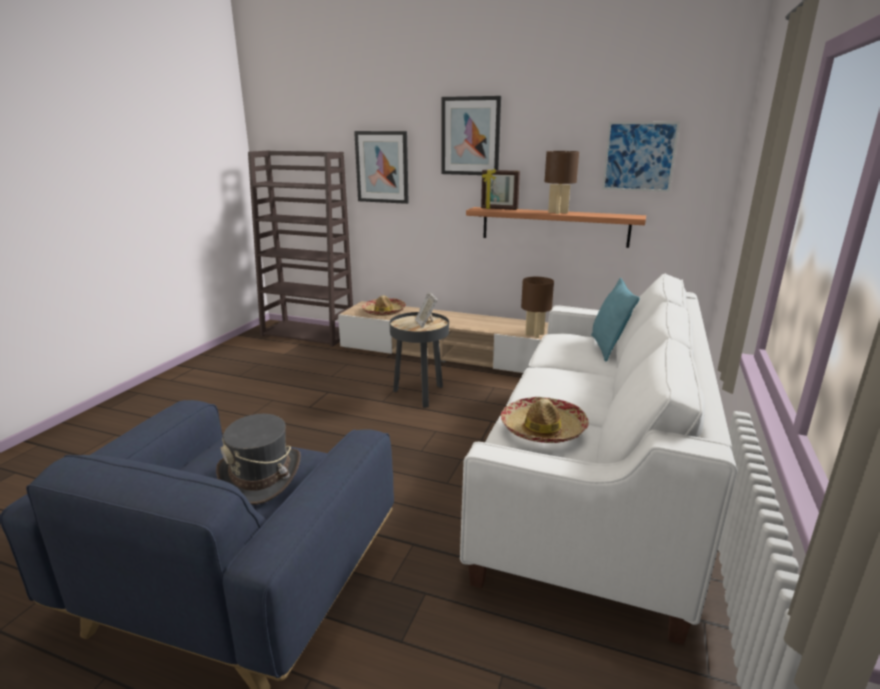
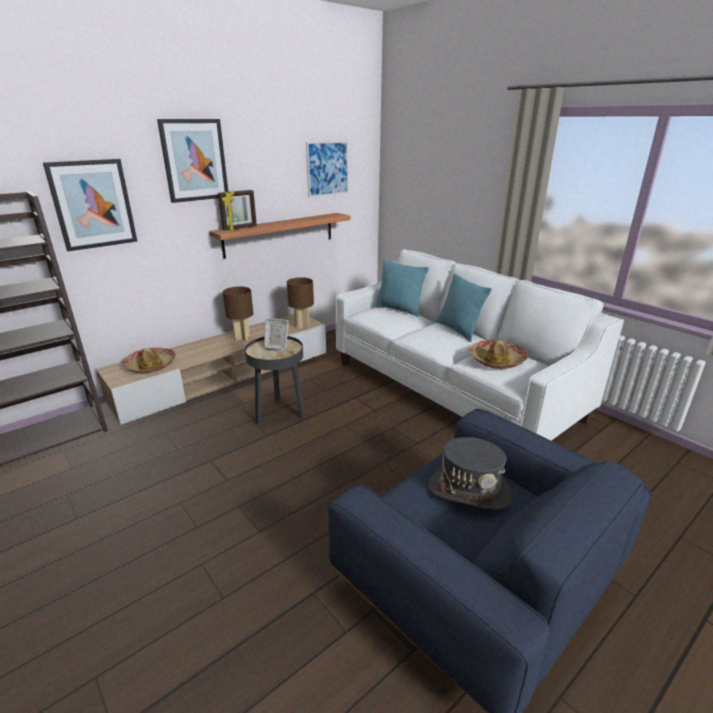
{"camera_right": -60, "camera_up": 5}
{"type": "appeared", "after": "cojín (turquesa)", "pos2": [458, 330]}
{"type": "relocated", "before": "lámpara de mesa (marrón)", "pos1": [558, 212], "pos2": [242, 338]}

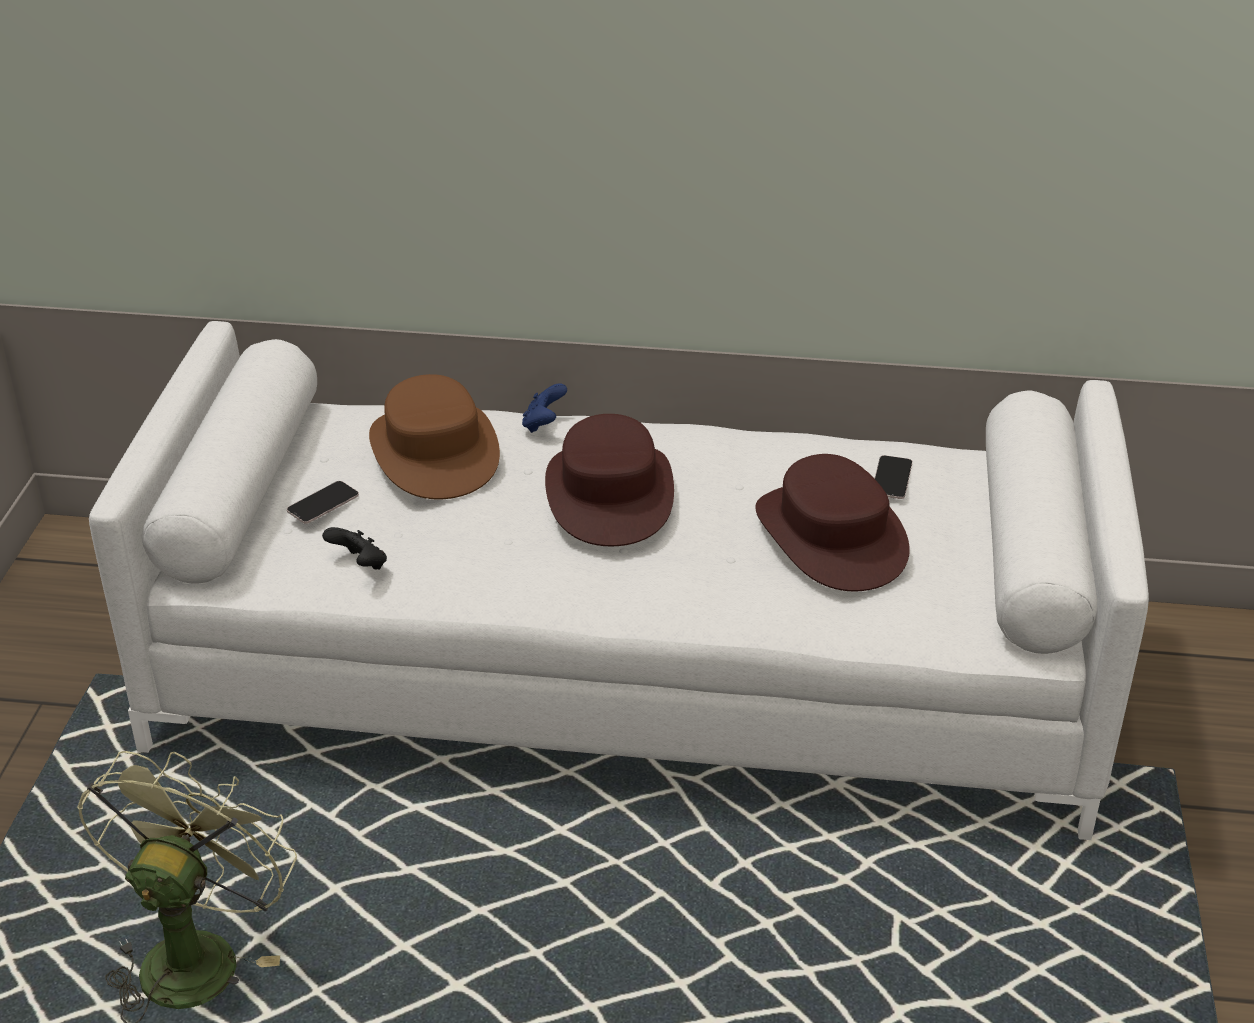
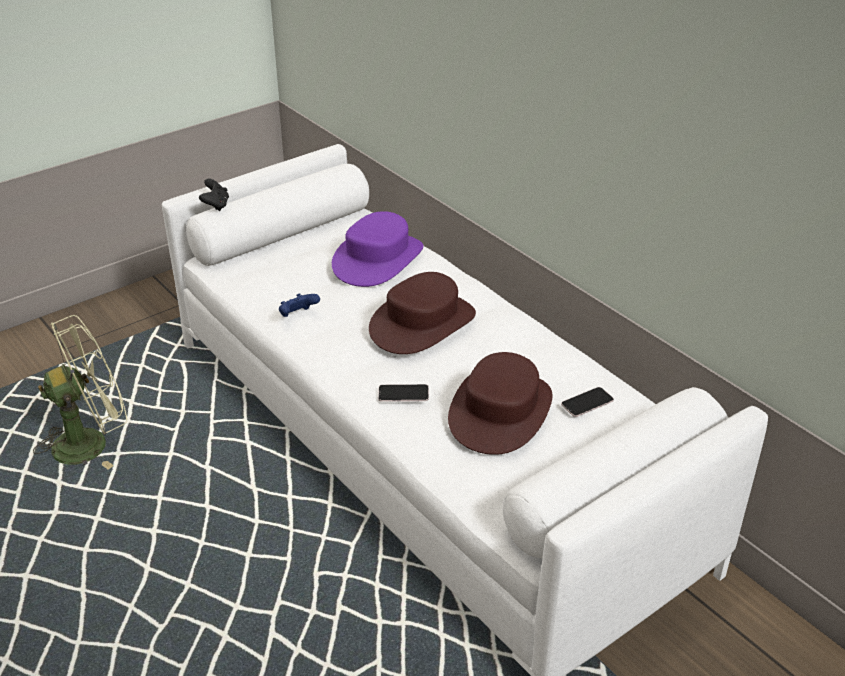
{"camera_right": 45, "camera_up": 0}
{"type": "relocated", "before": "móvil", "pos1": [323, 503], "pos2": [403, 394]}
{"type": "relocated", "before": "mando de consola (negro)", "pos1": [359, 565], "pos2": [216, 205]}
{"type": "relocated", "before": "mando de consola (azul)", "pos1": [543, 424], "pos2": [298, 315]}
{"type": "colour", "before": "sombrero (marrón)", "after": "sombrero (morado)", "pos1": [434, 451], "pos2": [377, 259]}

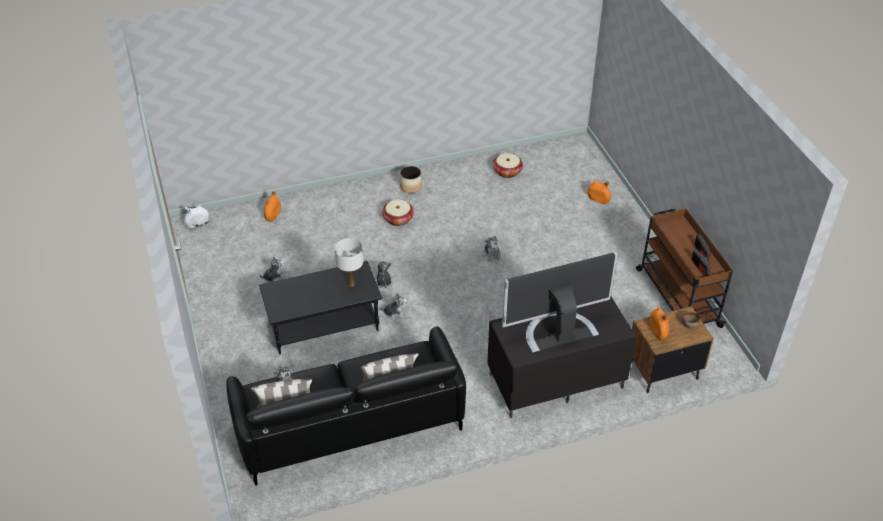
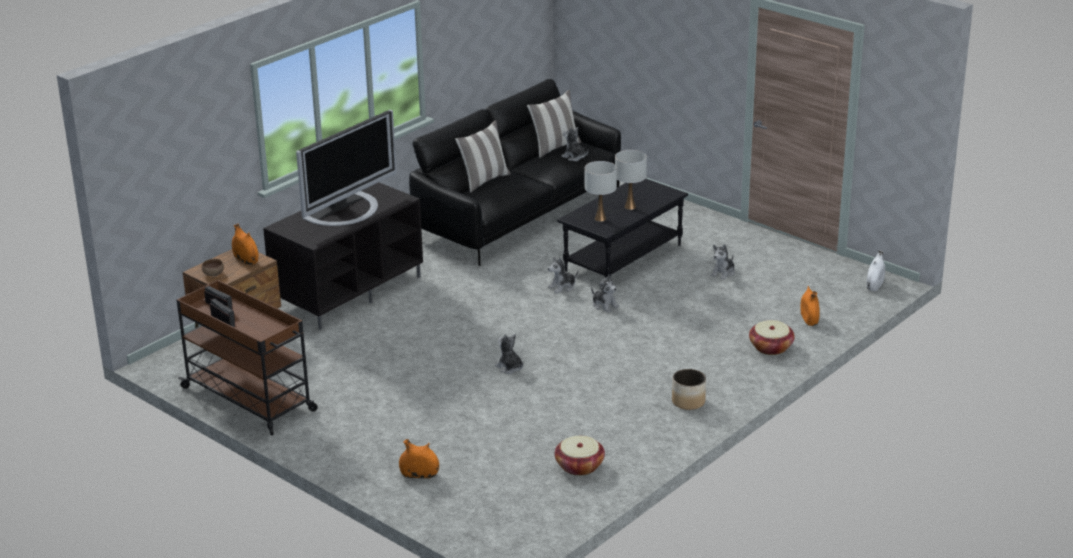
{"camera_right": 150, "camera_up": -15}
{"type": "appeared", "after": "lámpara de mesa (blanco)", "pos2": [630, 207]}
{"type": "relocated", "before": "cesta", "pos1": [398, 219], "pos2": [771, 347]}

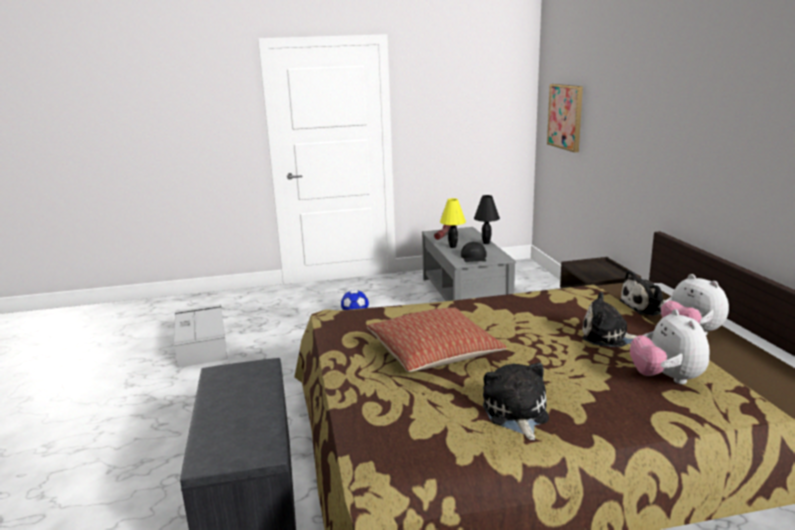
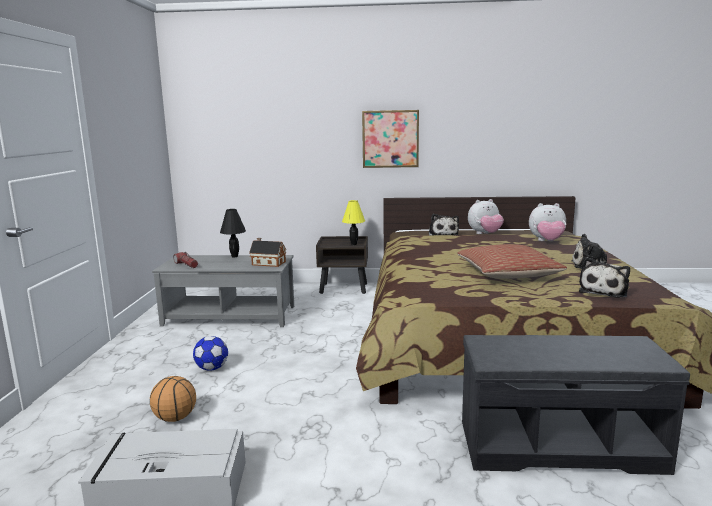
{"camera_right": -75, "camera_up": -5}
{"type": "appeared", "after": "balón de baloncesto", "pos2": [175, 418]}
{"type": "relocated", "before": "lámpara de mesa (amarillo)", "pos1": [452, 247], "pos2": [353, 244]}
{"type": "relocated", "before": "cuadro", "pos1": [565, 116], "pos2": [390, 139]}
{"type": "relocated", "before": "peluche", "pos1": [608, 337], "pos2": [604, 291]}
{"type": "exchanged", "before": "gorra (negro)", "after": "casita", "pos1": [474, 257], "pos2": [267, 263]}

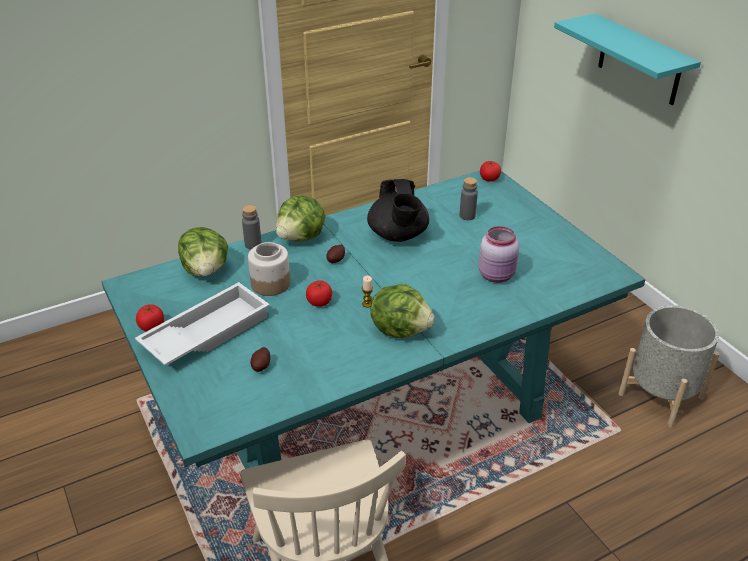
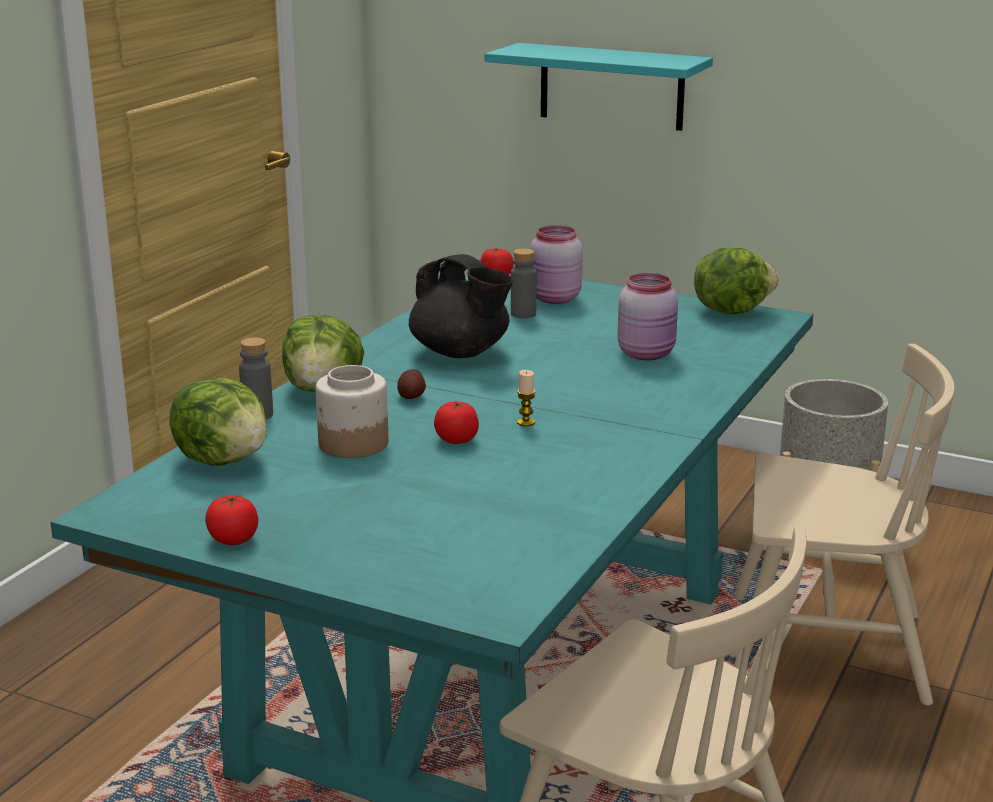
{"camera_right": -35, "camera_up": -15}
{"type": "missing", "before": "bandeja (blanco)", "pos1": [206, 332]}
{"type": "missing", "before": "patata", "pos1": [261, 366]}
{"type": "appeared", "after": "tarro (rosa)", "pos2": [554, 299]}
{"type": "appeared", "after": "silla (beis)", "pos2": [825, 649]}
{"type": "relocated", "before": "lechuga", "pos1": [400, 329], "pos2": [730, 310]}

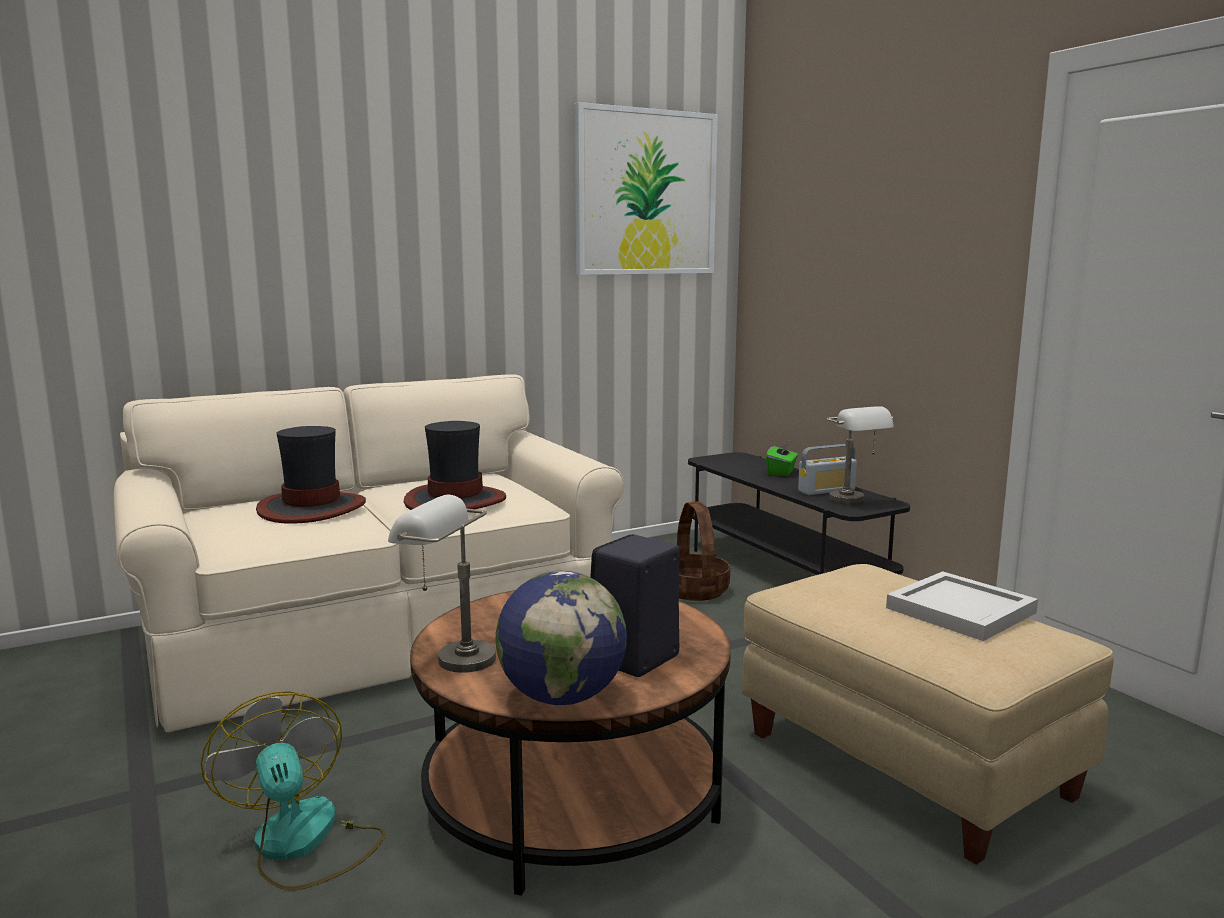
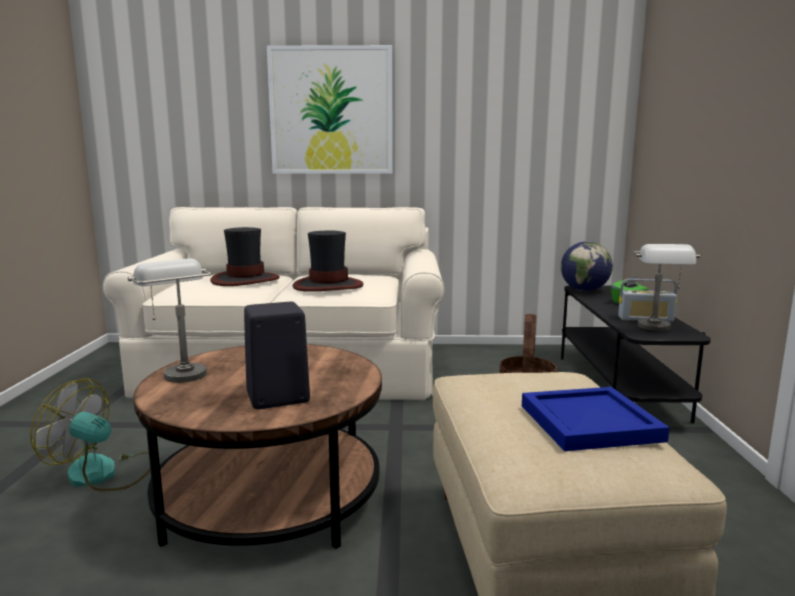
{"camera_right": 30, "camera_up": 0}
{"type": "relocated", "before": "globo terráqueo", "pos1": [562, 697], "pos2": [584, 290]}
{"type": "relocated", "before": "cuadro", "pos1": [646, 193], "pos2": [331, 111]}
{"type": "colour", "before": "bandeja (blanco)", "after": "bandeja (azul)", "pos1": [960, 609], "pos2": [590, 422]}
{"type": "spun", "before": "ventilador", "pos1": [302, 844], "pos2": [103, 474], "turn": -75}

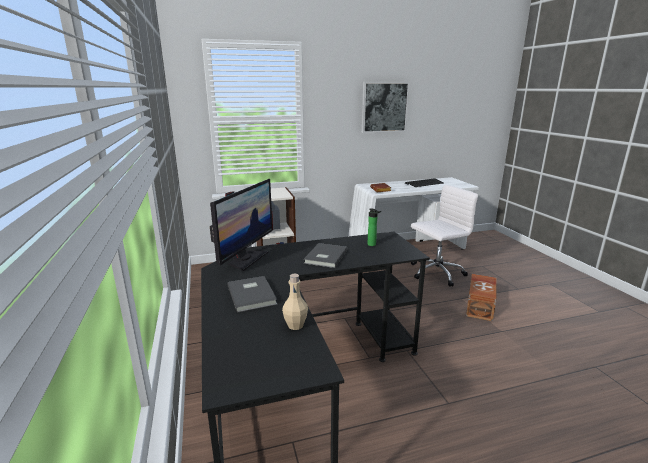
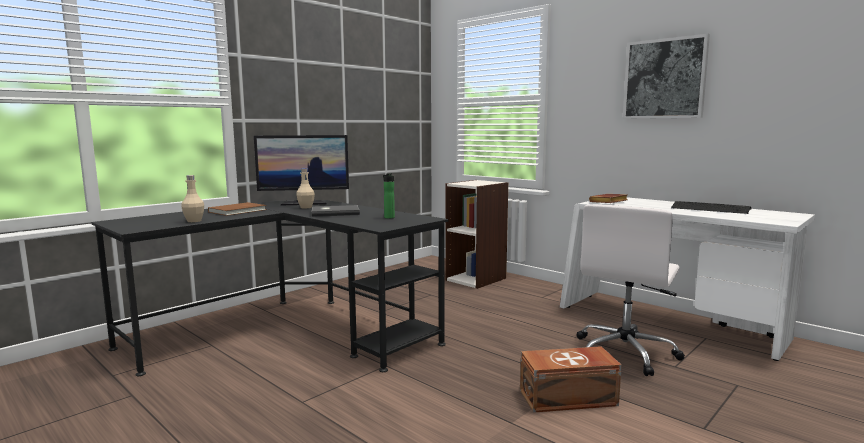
{"camera_right": 60, "camera_up": -10}
{"type": "appeared", "after": "botella (beis)", "pos2": [306, 207]}
{"type": "colour", "before": "libro (gris)", "after": "libro (marrón)", "pos1": [253, 294], "pos2": [239, 211]}
{"type": "spun", "before": "silla de oficina (blanco)", "pos1": [435, 273], "pos2": [625, 352], "turn": 90}

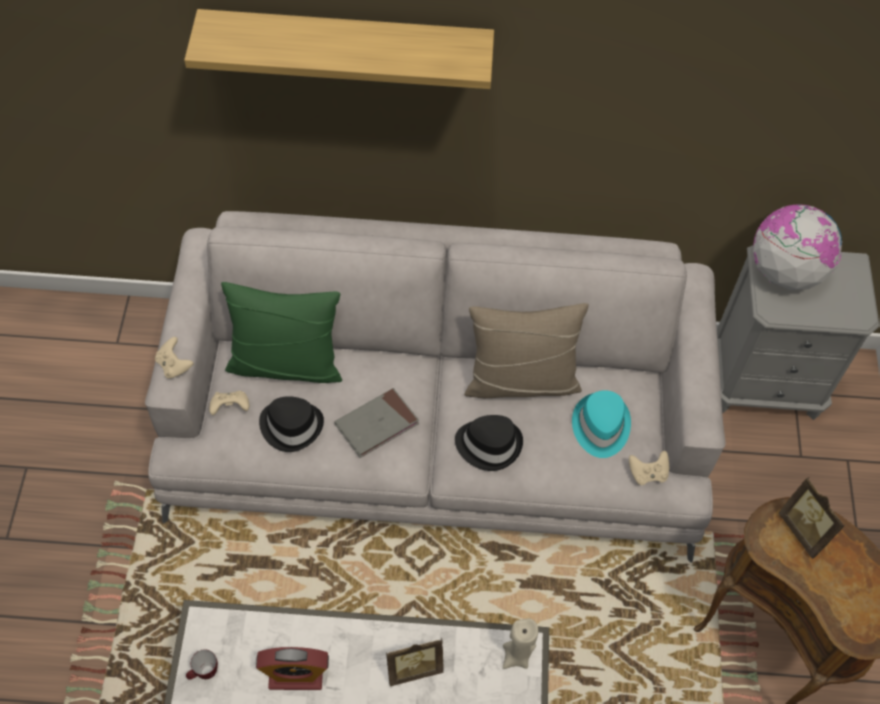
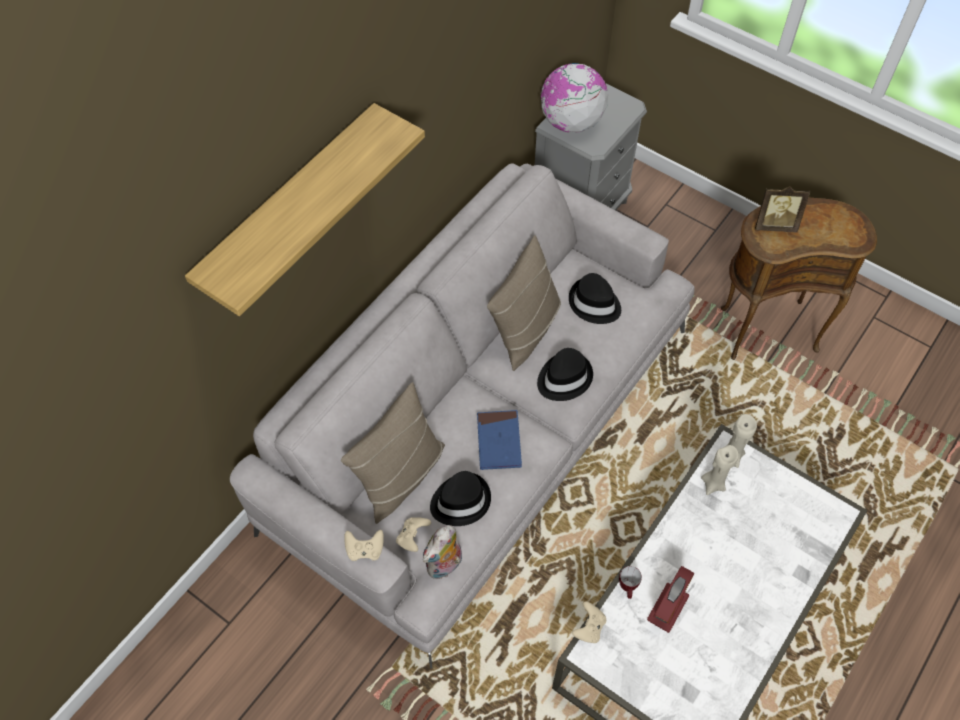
{"camera_right": -55, "camera_up": 0}
{"type": "missing", "before": "portarretratos", "pos1": [413, 667]}
{"type": "appeared", "after": "peluche", "pos2": [445, 566]}
{"type": "appeared", "after": "vela (beis)", "pos2": [713, 483]}
{"type": "relocated", "before": "taza grande", "pos1": [204, 674], "pos2": [628, 588]}
{"type": "relocated", "before": "mando de consola (beis)", "pos1": [647, 473], "pos2": [589, 627]}
{"type": "colour", "before": "cojín (verde)", "after": "cojín (beis)", "pos1": [286, 364], "pos2": [400, 476]}
{"type": "colour", "before": "libro (gris)", "after": "libro (azul)", "pos1": [377, 424], "pos2": [499, 441]}
{"type": "colour", "before": "sombrero (turquesa)", "after": "sombrero (negro)", "pos1": [600, 426], "pos2": [594, 304]}

